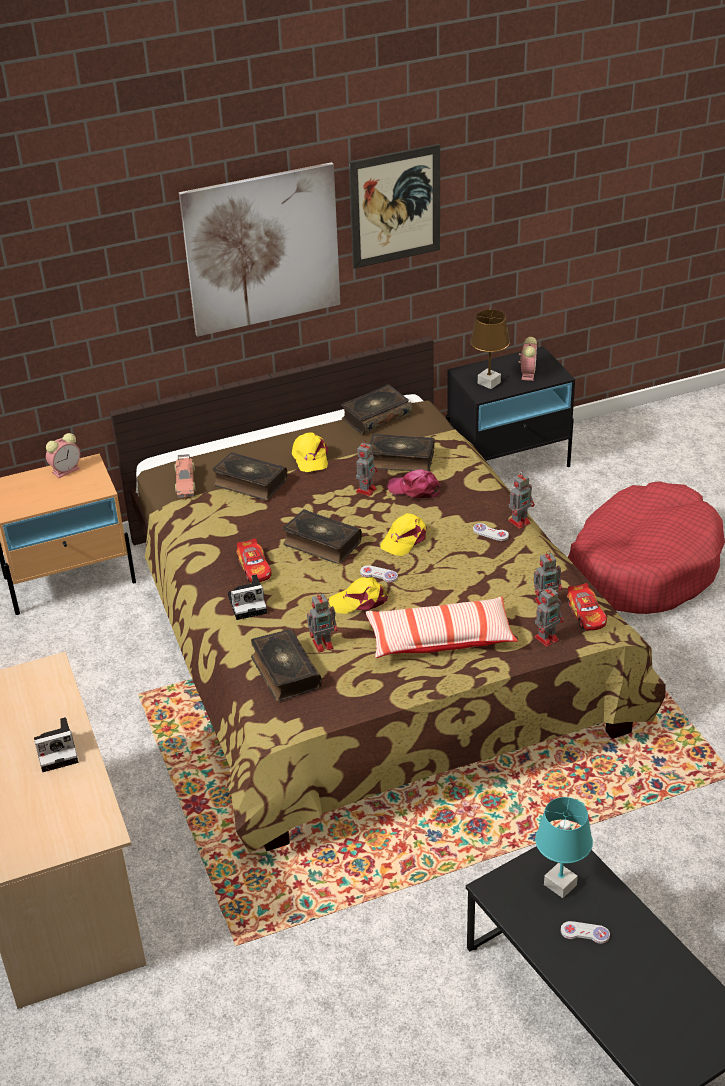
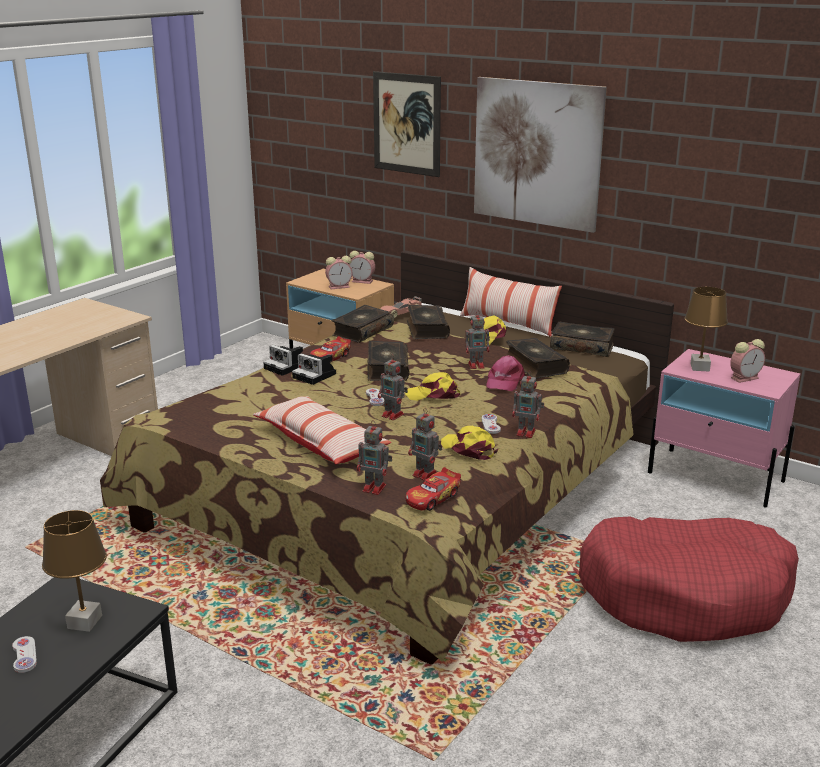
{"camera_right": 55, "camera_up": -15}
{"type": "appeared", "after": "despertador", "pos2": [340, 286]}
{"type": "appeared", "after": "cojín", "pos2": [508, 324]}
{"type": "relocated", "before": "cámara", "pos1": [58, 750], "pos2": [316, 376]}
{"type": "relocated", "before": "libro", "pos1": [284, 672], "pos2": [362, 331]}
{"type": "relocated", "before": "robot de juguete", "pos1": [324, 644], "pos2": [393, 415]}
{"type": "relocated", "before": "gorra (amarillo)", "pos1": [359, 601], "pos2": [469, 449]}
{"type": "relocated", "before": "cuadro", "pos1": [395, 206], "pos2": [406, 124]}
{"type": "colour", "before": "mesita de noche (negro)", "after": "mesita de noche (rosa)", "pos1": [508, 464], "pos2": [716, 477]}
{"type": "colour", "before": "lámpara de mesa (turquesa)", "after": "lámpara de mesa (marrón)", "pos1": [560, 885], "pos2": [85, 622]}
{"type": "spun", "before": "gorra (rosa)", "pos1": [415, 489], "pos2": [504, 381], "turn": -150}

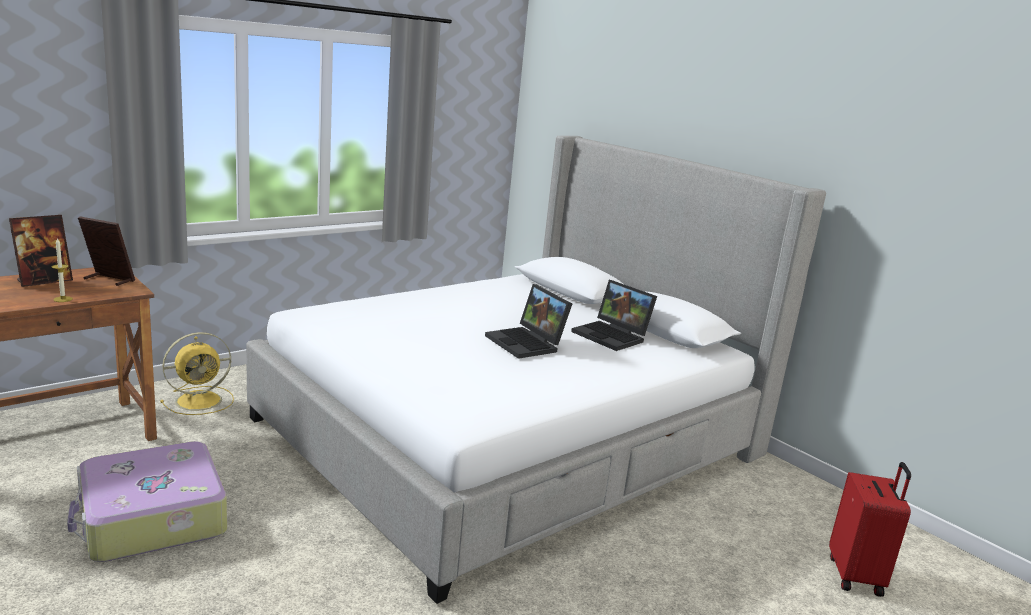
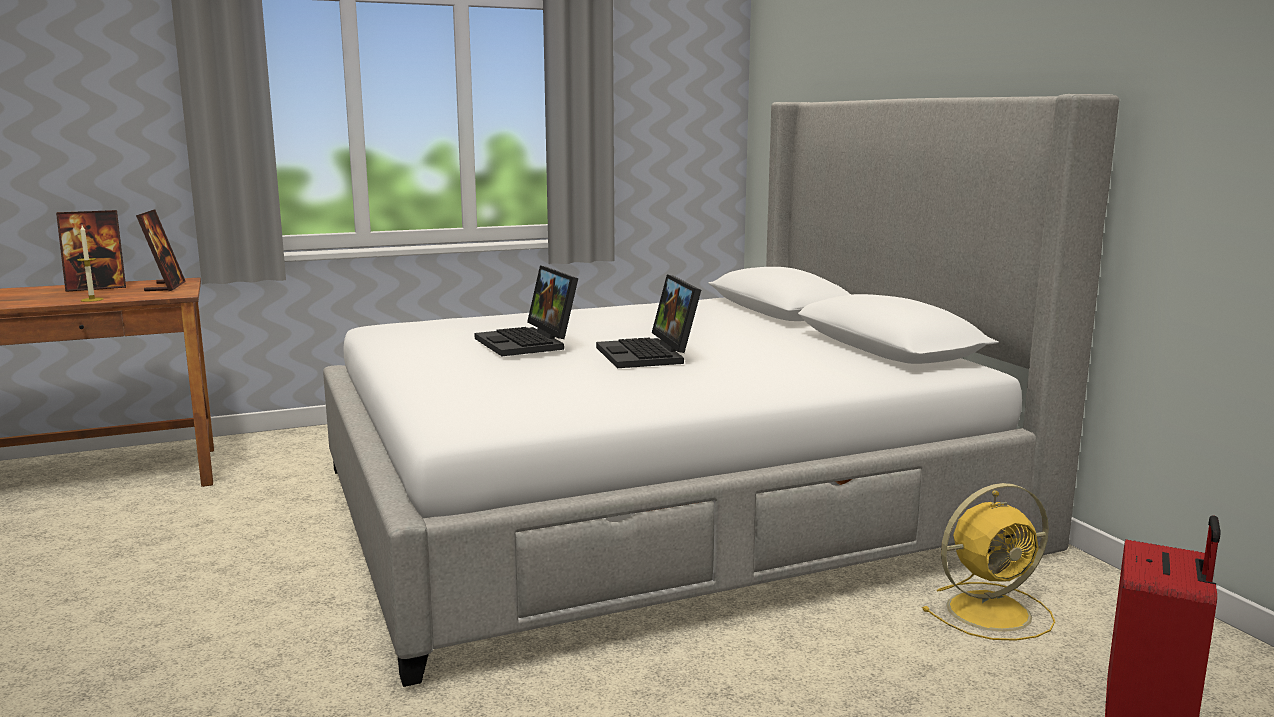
{"camera_right": 20, "camera_up": -5}
{"type": "missing", "before": "maleta", "pos1": [151, 518]}
{"type": "relocated", "before": "ventilador (amarillo)", "pos1": [201, 400], "pos2": [991, 611]}
{"type": "relocated", "before": "portátil", "pos1": [613, 336], "pos2": [529, 343]}
{"type": "spun", "before": "portarretratos", "pos1": [108, 280], "pos2": [165, 287], "turn": 45}

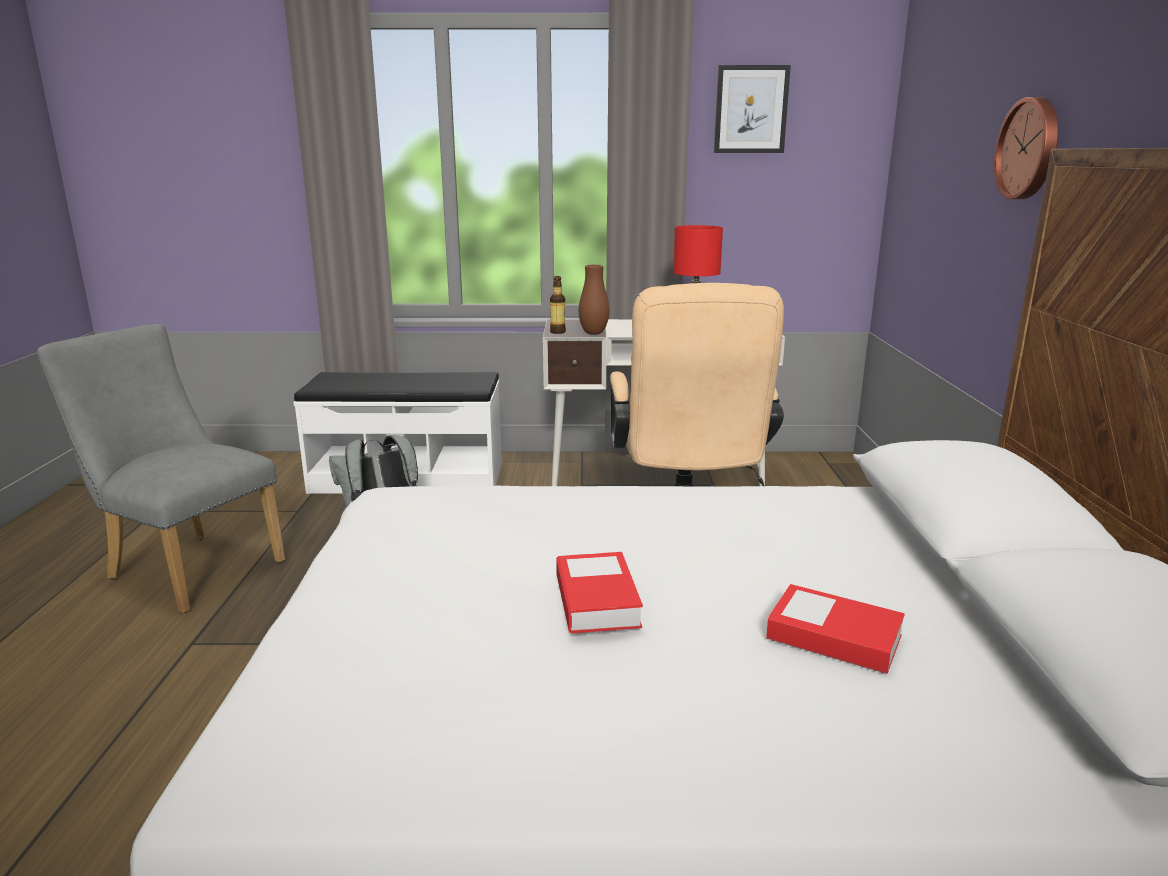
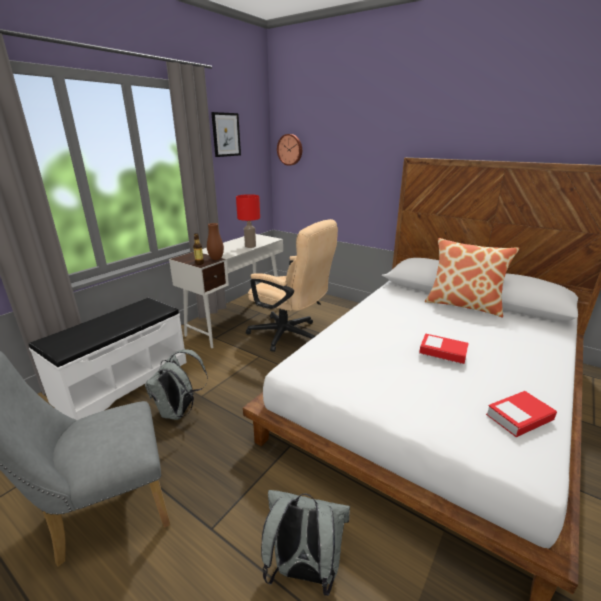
{"camera_right": -55, "camera_up": 5}
{"type": "appeared", "after": "mochila (gris)", "pos2": [304, 570]}
{"type": "appeared", "after": "cojín", "pos2": [463, 305]}
{"type": "relocated", "before": "libro", "pos1": [833, 638], "pos2": [519, 417]}
{"type": "relocated", "before": "reloj de pared", "pos1": [1030, 149], "pos2": [290, 149]}

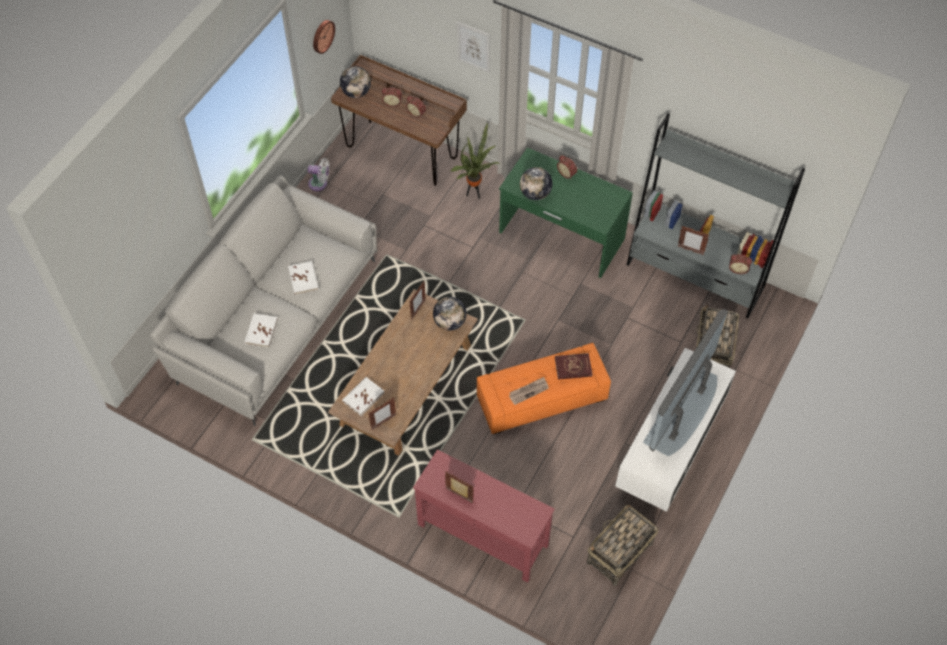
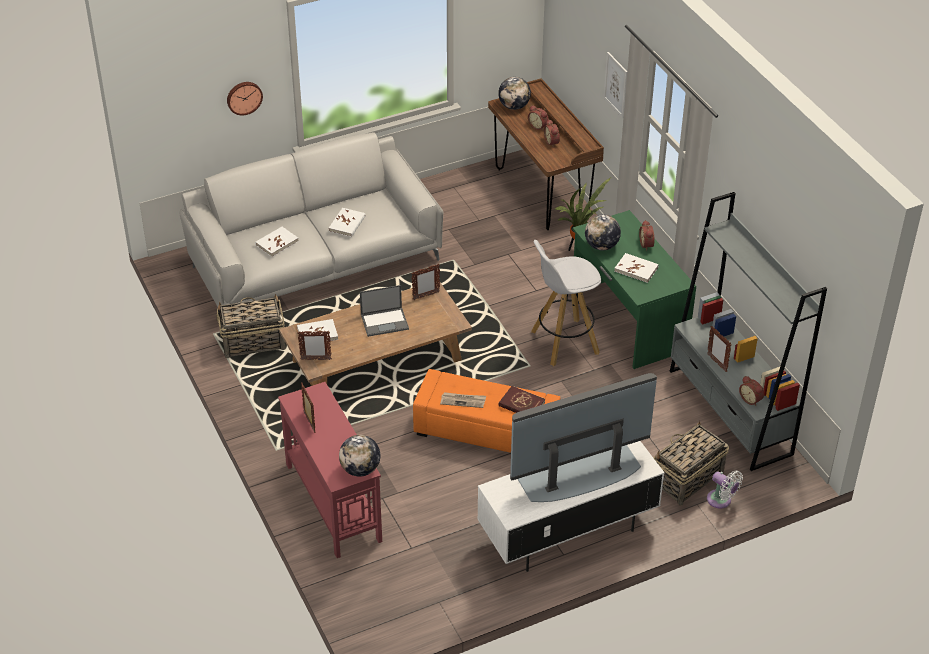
{"camera_right": 35, "camera_up": -15}
{"type": "appeared", "after": "portátil", "pos2": [385, 321]}
{"type": "appeared", "after": "taburete (blanco)", "pos2": [563, 343]}
{"type": "appeared", "after": "libro (blanco)", "pos2": [636, 269]}
{"type": "relocated", "before": "ventilador (blanco)", "pos1": [320, 184], "pos2": [721, 500]}
{"type": "relocated", "before": "reloj de pared", "pos1": [322, 36], "pos2": [244, 97]}
{"type": "relocated", "before": "globo terráqueo", "pos1": [450, 322], "pos2": [360, 469]}
{"type": "relocated", "before": "cesta", "pos1": [619, 553], "pos2": [252, 342]}

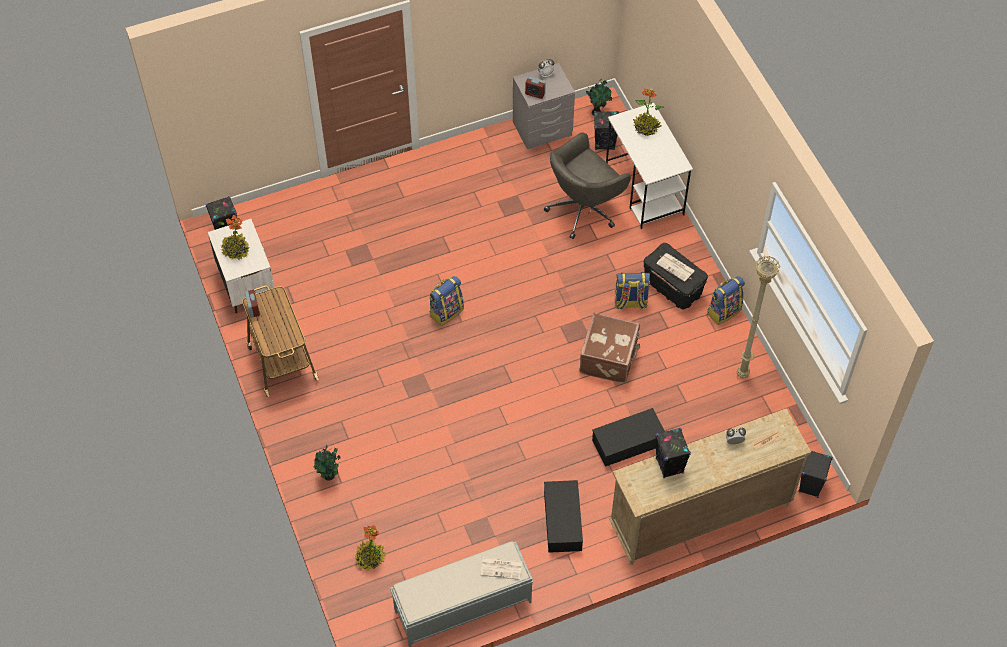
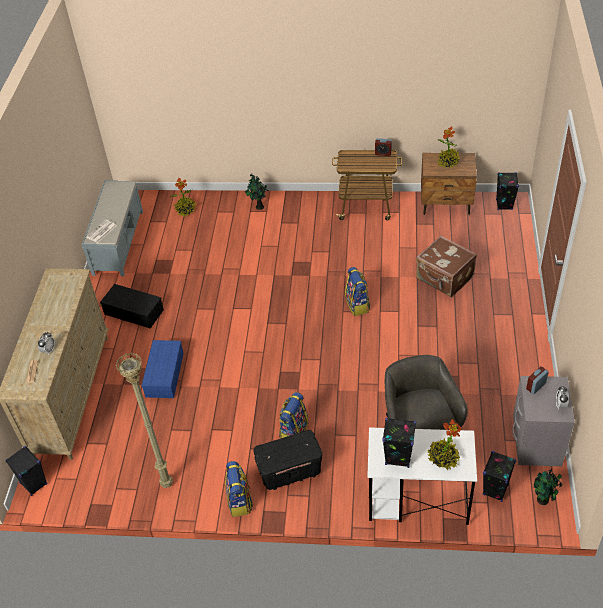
{"camera_right": 120, "camera_up": -10}
{"type": "missing", "before": "periódico", "pos1": [676, 267]}
{"type": "relocated", "before": "maleta (marrón)", "pos1": [609, 358], "pos2": [444, 278]}
{"type": "relocated", "before": "altavoz (negro)", "pos1": [669, 466], "pos2": [398, 457]}
{"type": "colour", "before": "mesita de noche (blanco)", "after": "mesita de noche (marrón)", "pos1": [247, 285], "pos2": [446, 204]}
{"type": "colour", "before": "caja de almacenaje (negro)", "after": "caja de almacenaje (azul)", "pos1": [627, 443], "pos2": [164, 374]}

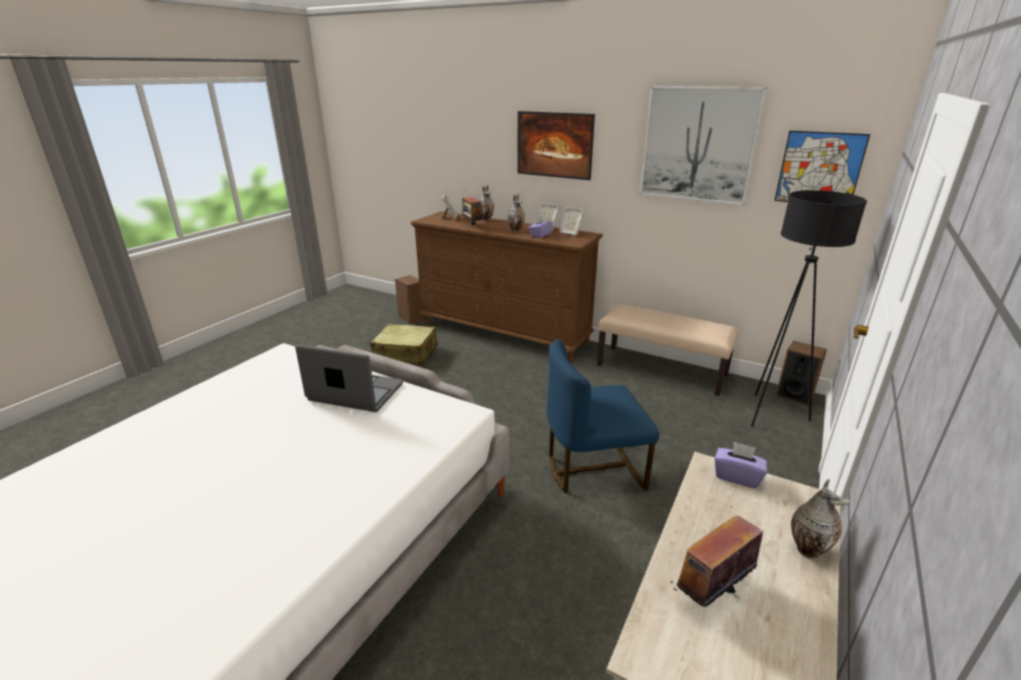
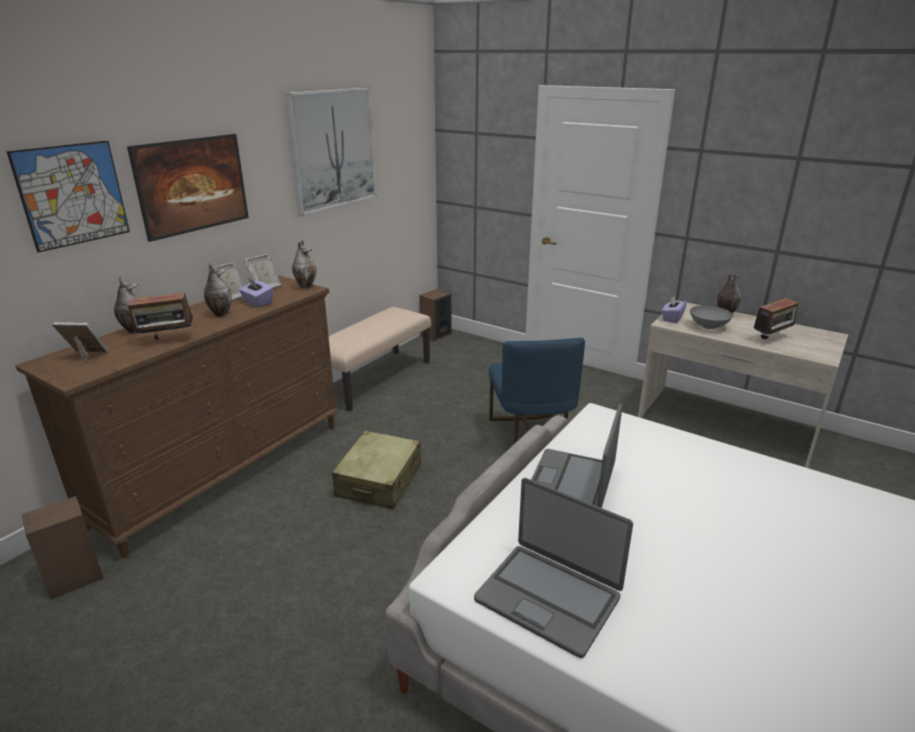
{"camera_right": -85, "camera_up": 0}
{"type": "missing", "before": "lámpara de pie (negro)", "pos1": [771, 414]}
{"type": "appeared", "after": "florero", "pos2": [306, 286]}
{"type": "appeared", "after": "portátil", "pos2": [548, 597]}
{"type": "appeared", "after": "cuenco (gris)", "pos2": [708, 327]}
{"type": "relocated", "before": "maleta (beis)", "pos1": [406, 354], "pos2": [379, 481]}
{"type": "relocated", "before": "cuadro", "pos1": [819, 169], "pos2": [72, 195]}
{"type": "spun", "before": "radio", "pos1": [710, 593], "pos2": [772, 338], "turn": -90}

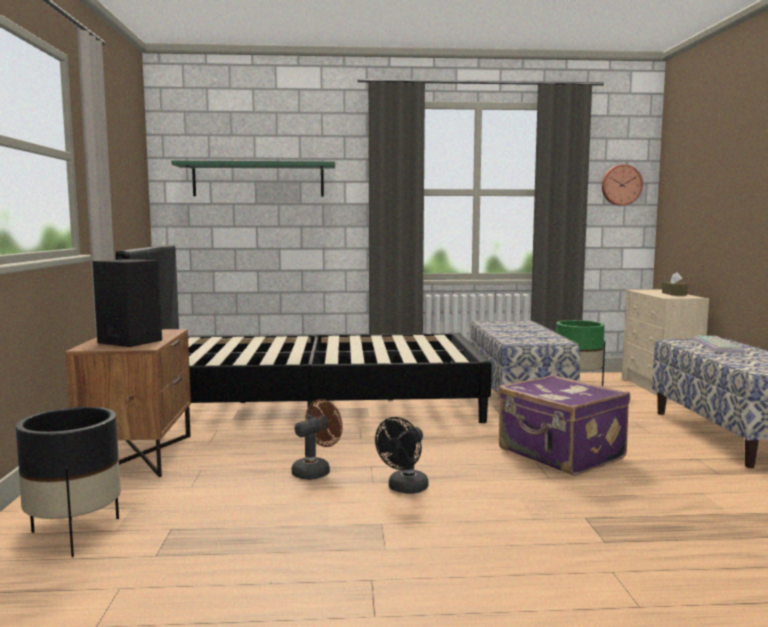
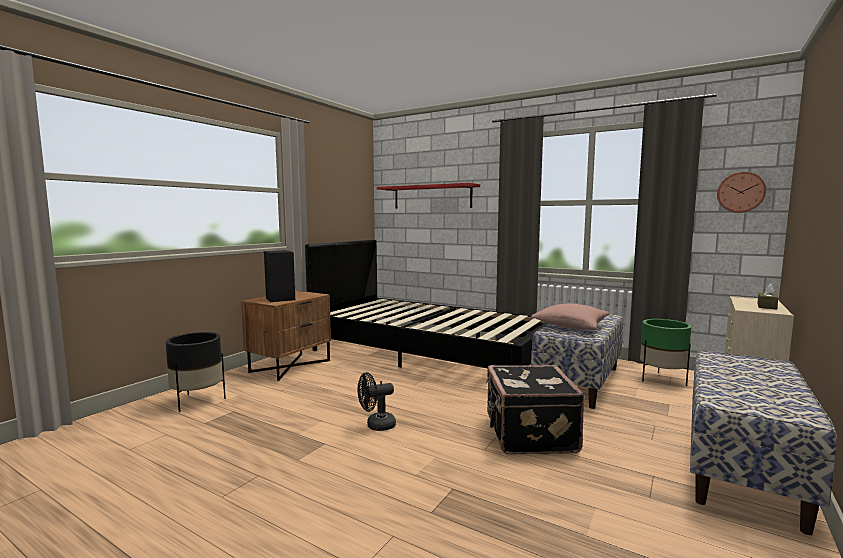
{"camera_right": 35, "camera_up": 0}
{"type": "missing", "before": "ventilador (marrón)", "pos1": [315, 471]}
{"type": "missing", "before": "teclado", "pos1": [718, 346]}
{"type": "appeared", "after": "cojín (rosa)", "pos2": [570, 327]}
{"type": "colour", "before": "estante (verde)", "after": "estante (rojo)", "pos1": [258, 180], "pos2": [432, 197]}
{"type": "colour", "before": "maleta (morado)", "after": "maleta (negro)", "pos1": [560, 455], "pos2": [528, 434]}

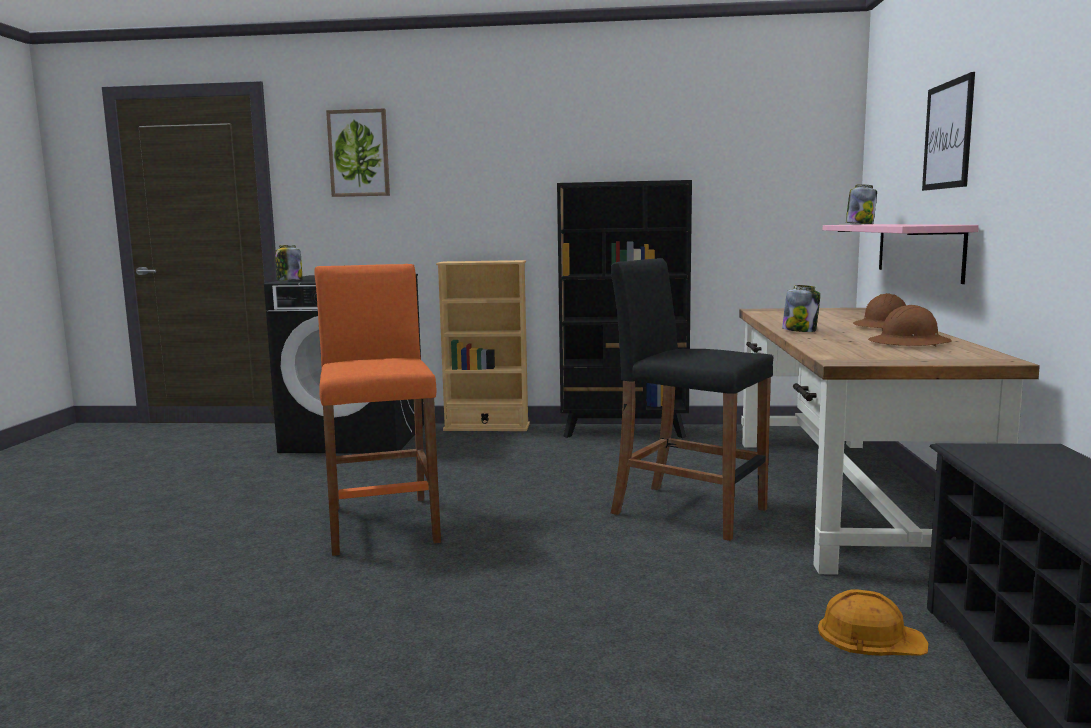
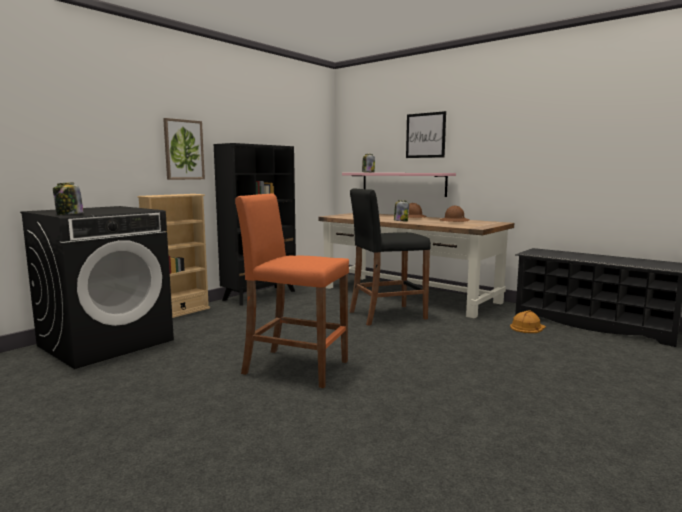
{"camera_right": -55, "camera_up": 0}
{"type": "relocated", "before": "cuadro", "pos1": [359, 153], "pos2": [183, 150]}

